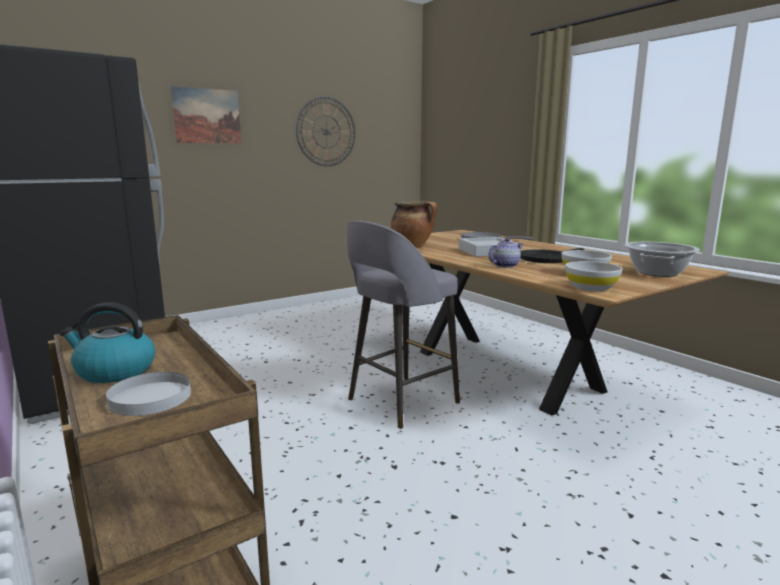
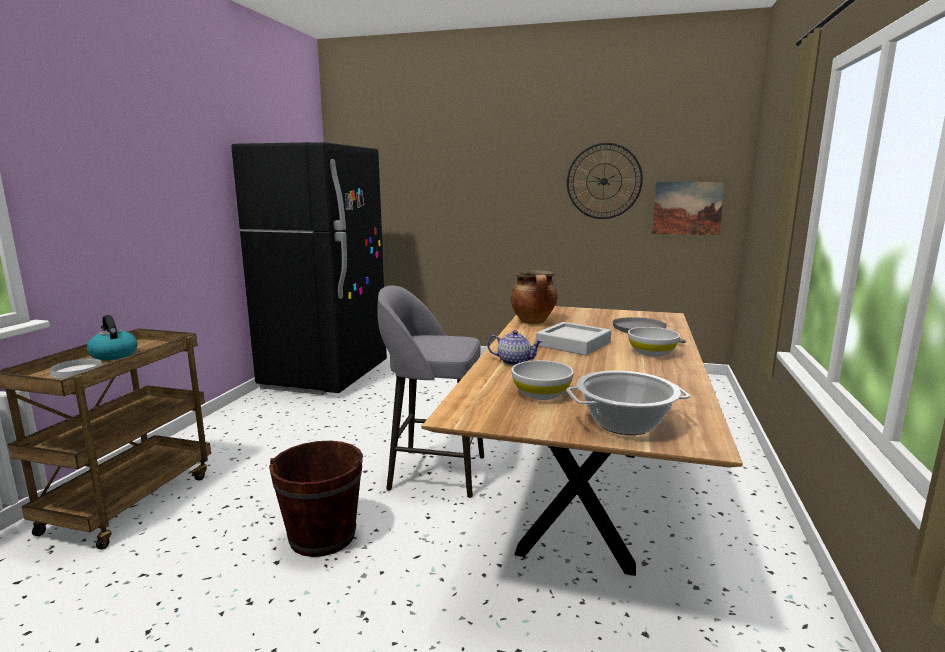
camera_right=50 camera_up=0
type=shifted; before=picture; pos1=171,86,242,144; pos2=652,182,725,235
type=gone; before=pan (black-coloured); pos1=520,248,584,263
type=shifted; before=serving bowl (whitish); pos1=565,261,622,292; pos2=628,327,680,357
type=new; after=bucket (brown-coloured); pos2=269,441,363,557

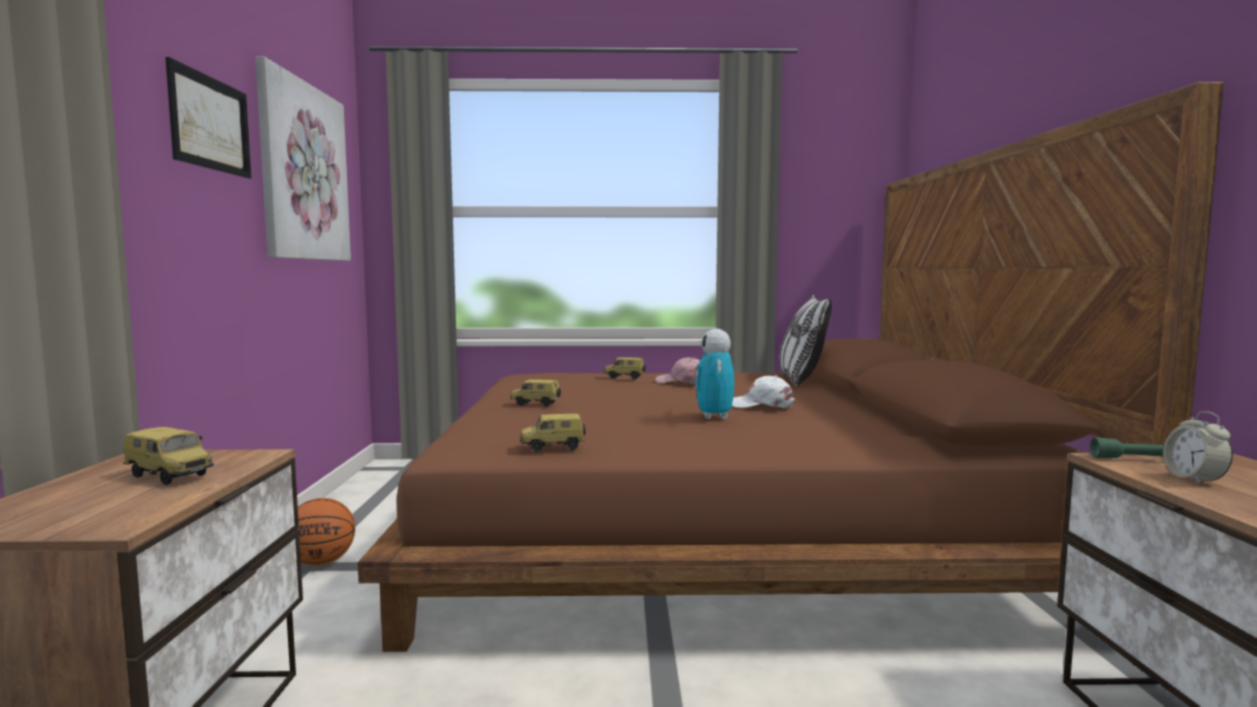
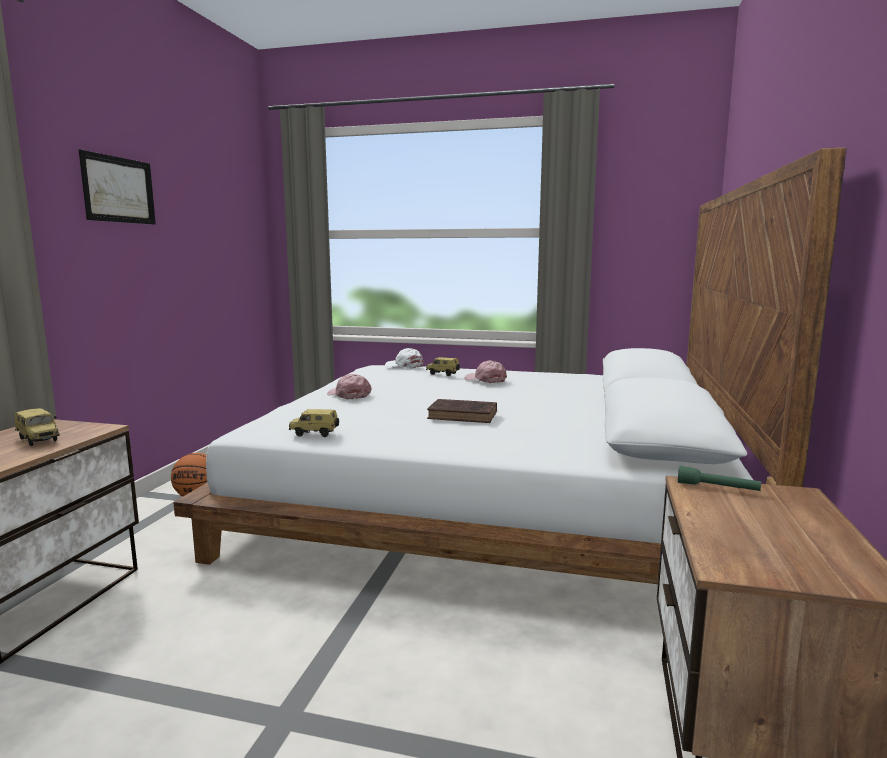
camera_right=15 camera_up=5
type=gone; before=picture; pos1=255,57,351,261
type=repainted; before=bed (brown-coloured); after=bed (whitish); pos1=358,82,1224,652; pos2=173,148,847,584
type=gone; before=pillow; pos1=780,295,831,386
type=swapped; before=robot figure; after=book (brown-coloured); pos1=695,329,734,419; pos2=427,399,497,423
type=shifted; before=cap (whitish); pos1=732,375,795,408; pos2=385,348,424,368
type=swapped; before=miniature car; after=cap (pinkish); pos1=510,379,561,407; pos2=327,374,372,399
type=gone; before=alarm clock; pos1=1163,411,1233,485

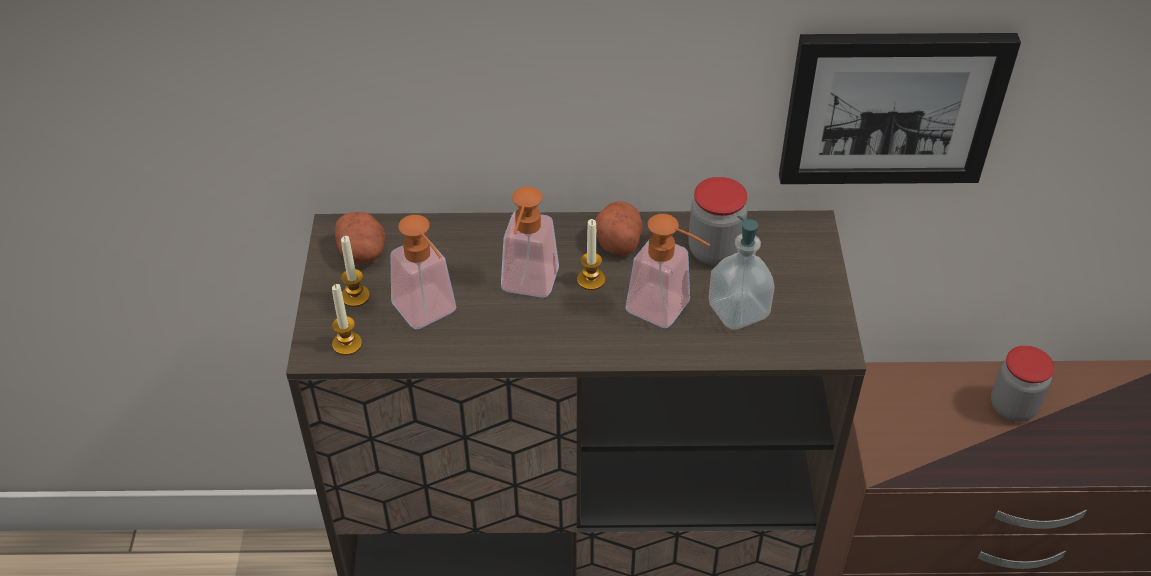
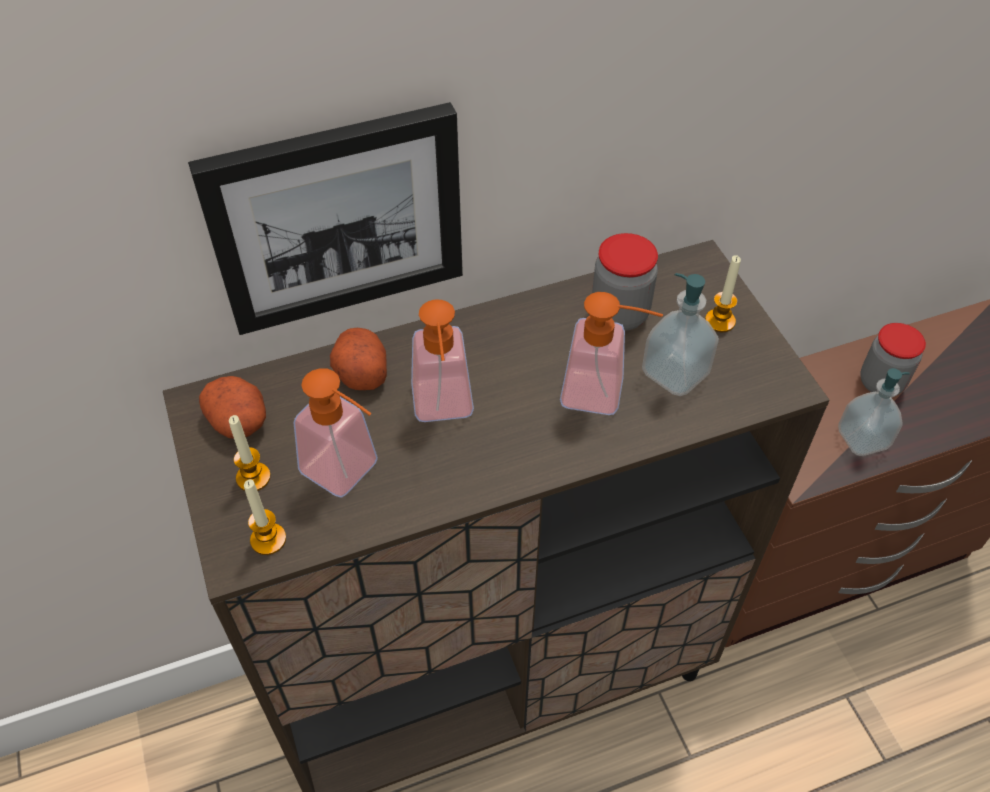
camera_right=-20 camera_up=5
type=shifted; before=picture; pos1=779,33,1021,184; pos2=188,102,463,335
type=shifted; before=whole potato; pos1=595,201,643,256; pos2=330,328,387,390
type=shifted; before=candle; pos1=577,219,605,290; pos2=705,255,741,332
type=new; after=soap bottle; pos2=838,368,910,456

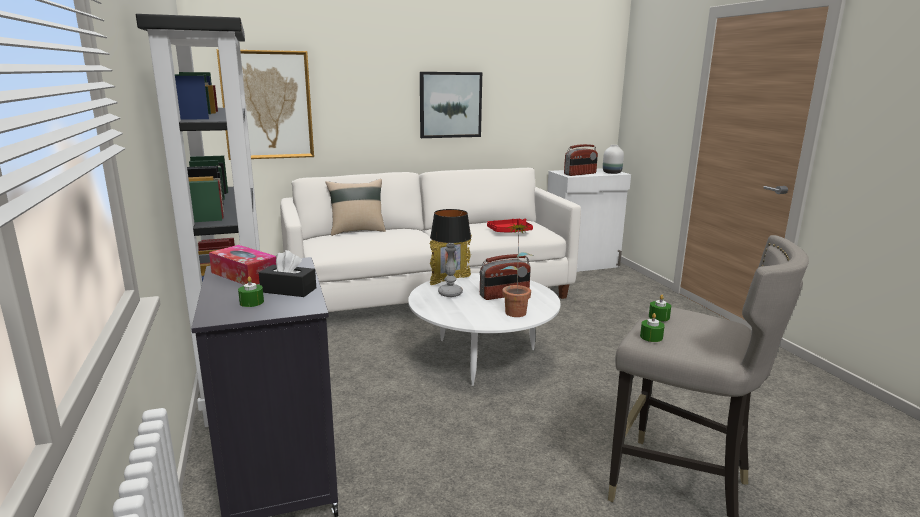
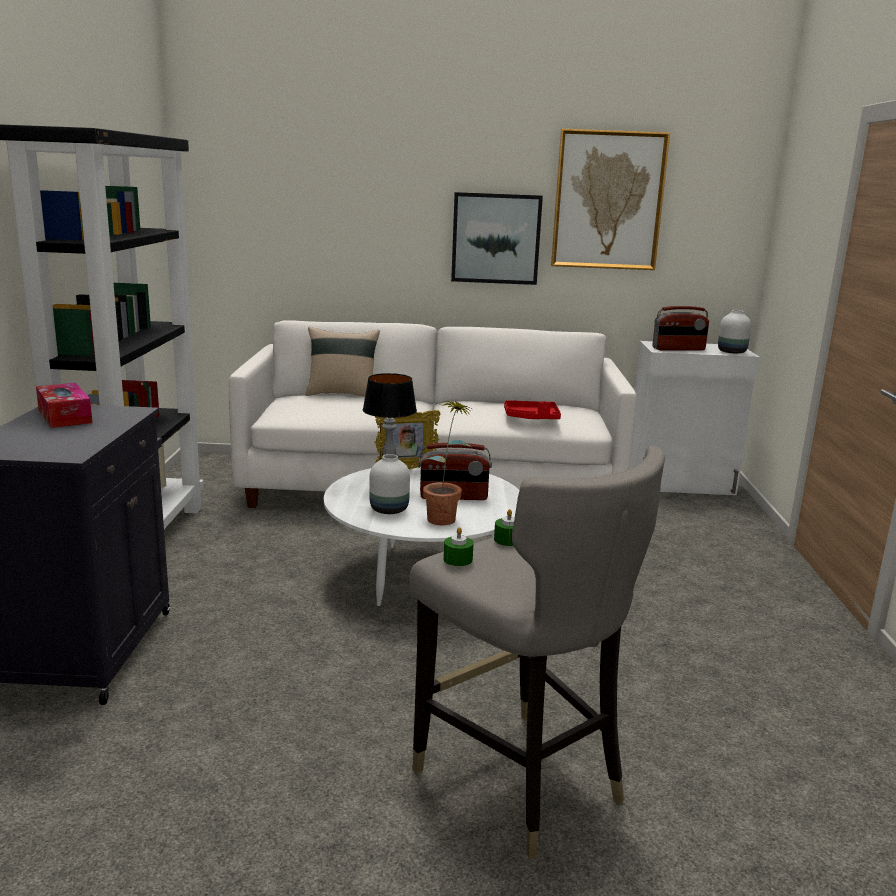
camera_right=20 camera_up=0
type=shifted; before=picture; pos1=217,49,314,160; pos2=551,129,670,270
type=gone; before=box of tissues (black-coloured); pos1=259,250,316,297
type=gone; before=candle (green); pos1=238,276,264,307
type=new; after=flower vase (whitish); pos2=369,454,410,514

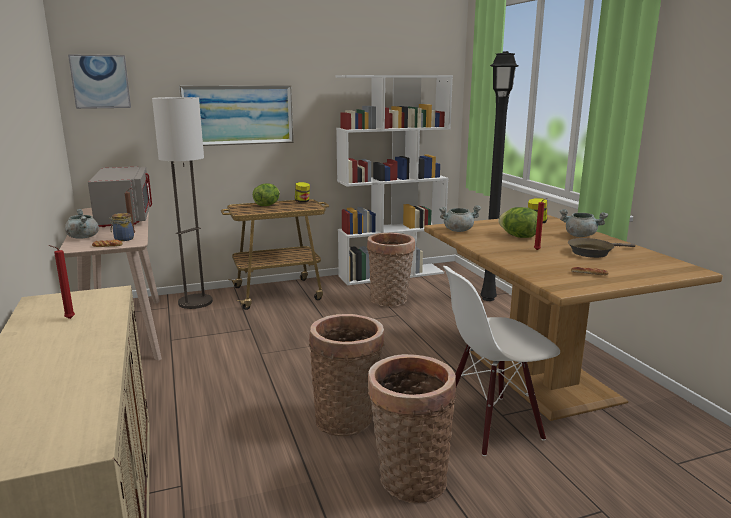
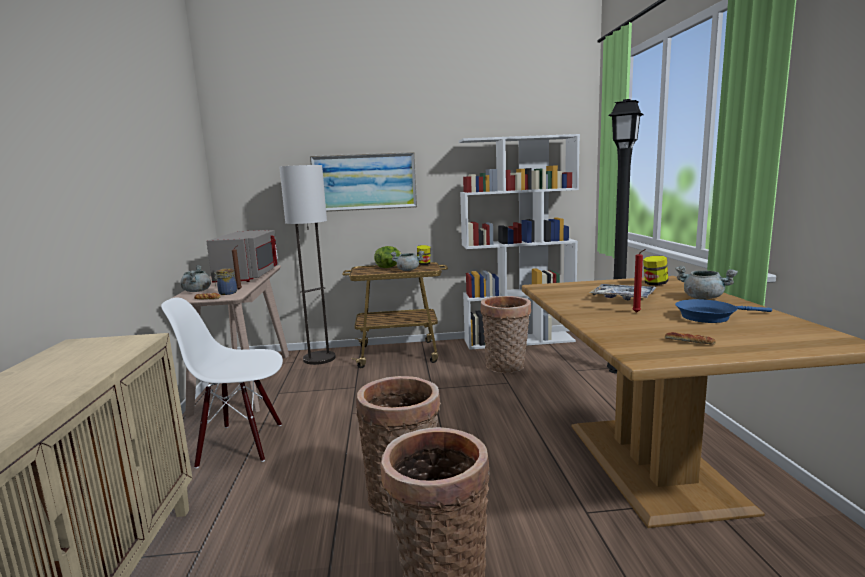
camera_right=15 camera_up=-5
type=gone; before=picture; pos1=68,54,131,109
type=shifted; before=cooking pot (grey); pos1=439,205,482,232; pos2=390,251,424,271
type=swapped; before=lettuce; after=tray; pos1=498,207,538,238; pos2=589,284,657,301
type=repainted; before=pan (brown-coloured); after=pan (blue); pos1=568,238,636,258; pos2=675,299,772,323
type=gone; before=candle (red); pos1=48,245,75,319
type=shifted; before=upright chair (whitish); pos1=443,266,560,456; pos2=161,298,283,469

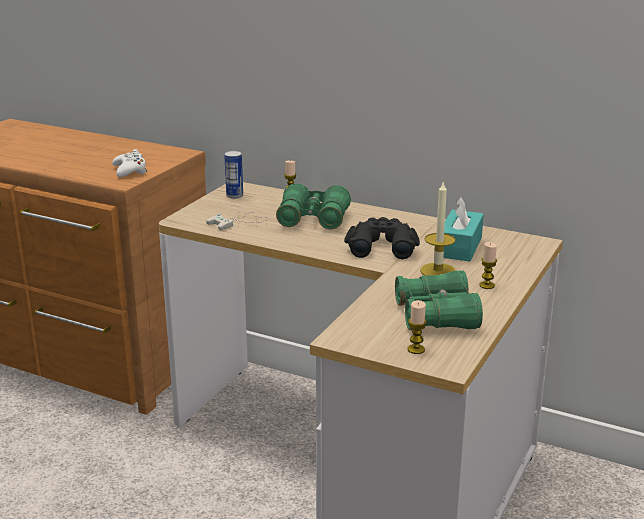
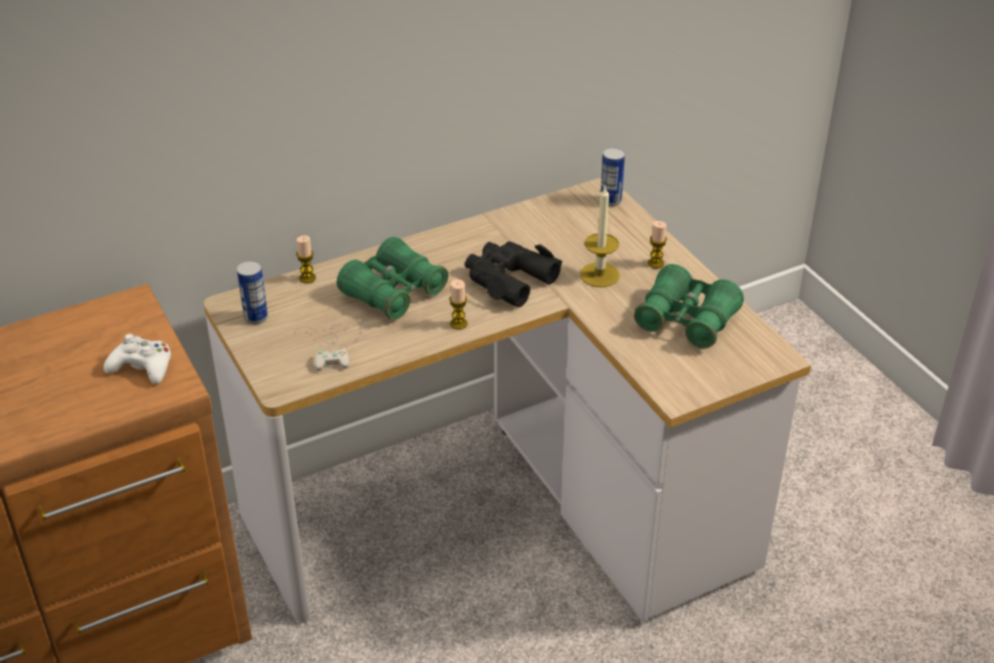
camera_right=-55 camera_up=15
type=gone; before=box of tissues (turquoise); pos1=443,197,484,261
type=shifted; before=candle; pos1=407,300,427,354; pos2=449,279,467,330
type=new; after=can; pos2=601,148,625,206

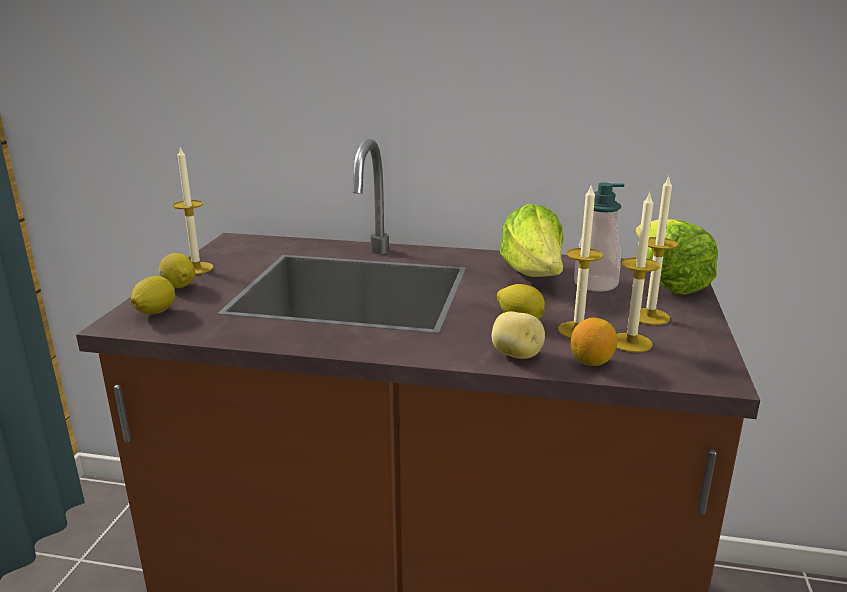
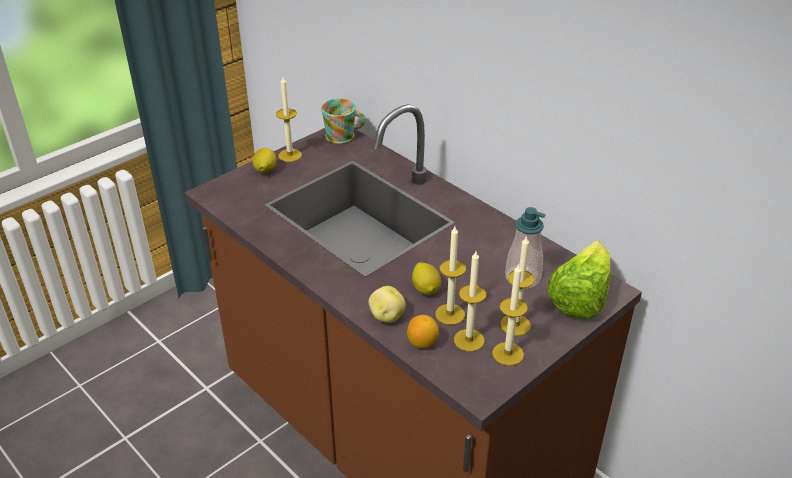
camera_right=35 camera_up=15
type=gone; before=lettuce; pos1=500,204,564,277
type=gone; before=lemon; pos1=131,276,175,314
type=new; after=mug; pos2=321,99,365,144
type=new; after=candle; pos2=492,264,528,366

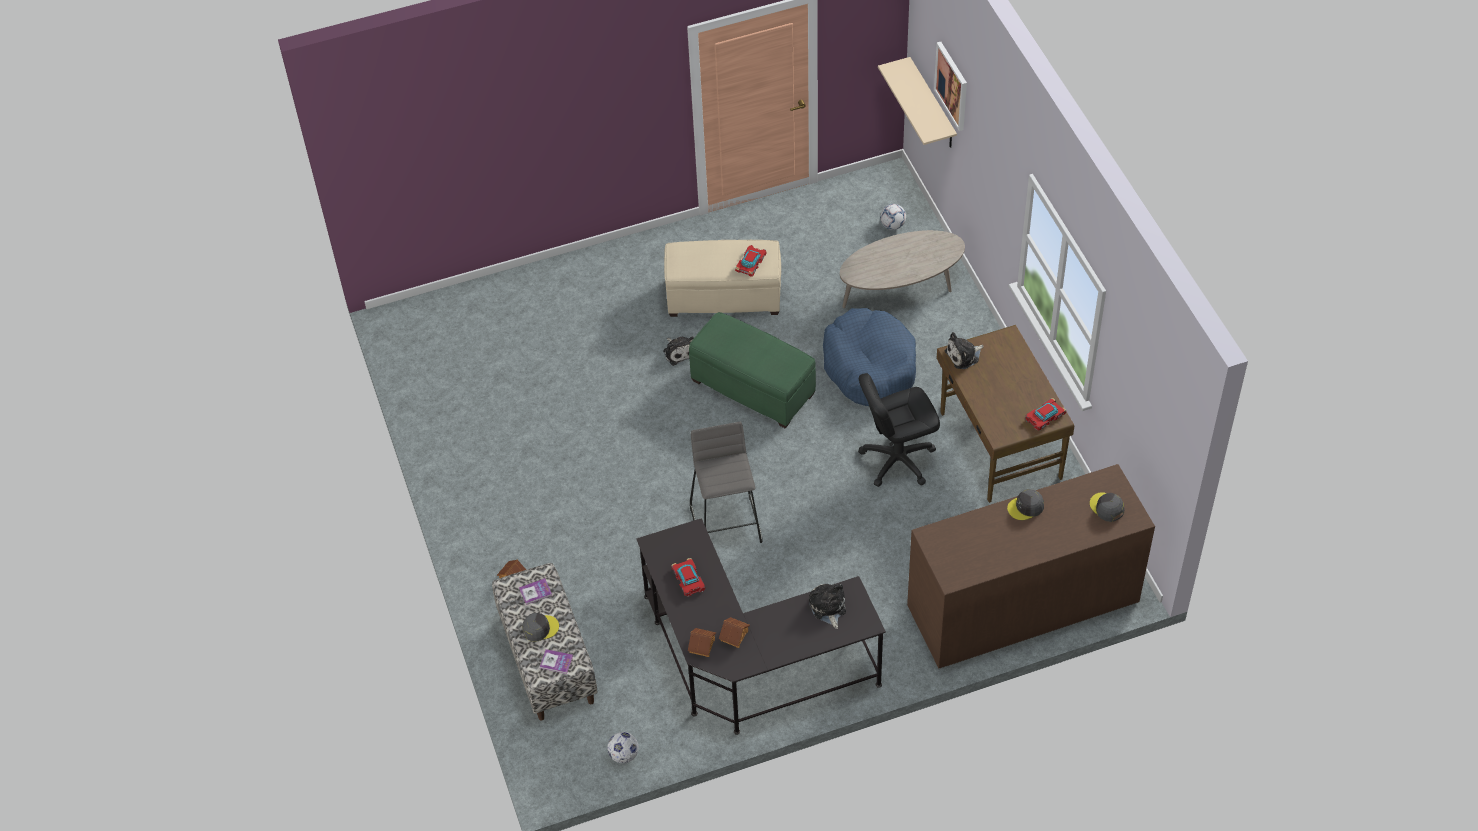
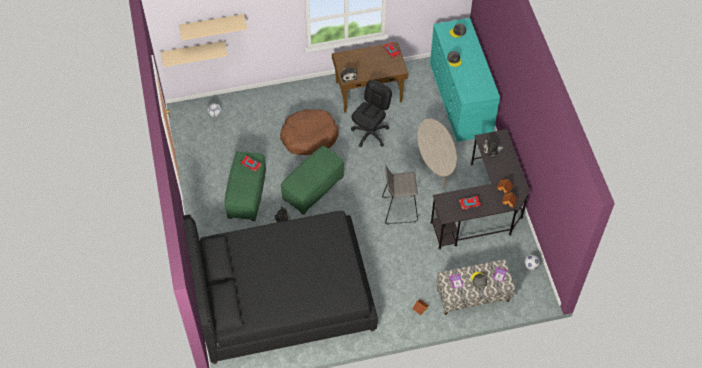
camera_right=-85 camera_up=5
type=swapped; before=picture; after=shelf (beige-coloured); pos1=934,42,967,131; pos2=179,14,247,40
type=shifted; before=lounge table (beige-coloured); pos1=840,230,965,308; pos2=417,119,457,189
type=repainted; before=pouffe (beige-coloured); after=pouffe (green); pos1=664,240,781,317; pos2=224,151,266,221
type=repainted; before=dog cushion (blue); after=dog cushion (brown-coloured); pos1=823,308,916,406; pos2=280,109,339,155
type=rotated; before=computer chair (black-coloured); pos1=858,373,940,487; pos2=351,80,392,147; turn=-135
type=repainted; before=drawer chest (brown-coloured); after=drawer chest (turquoise); pos1=907,464,1155,668; pos2=430,18,500,142
type=new; after=bed (black-coloured); pos2=183,211,378,364

